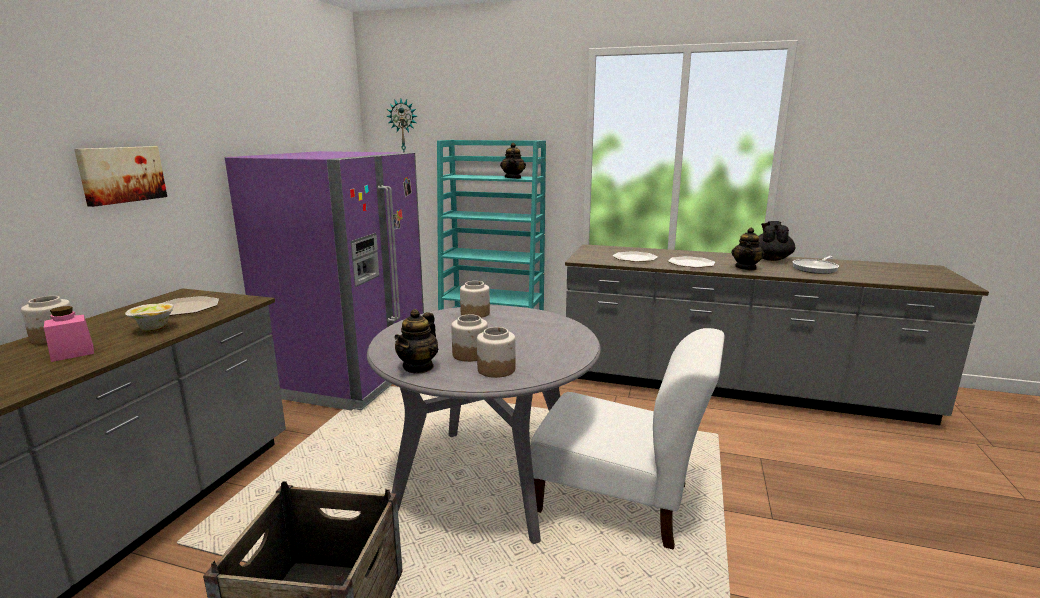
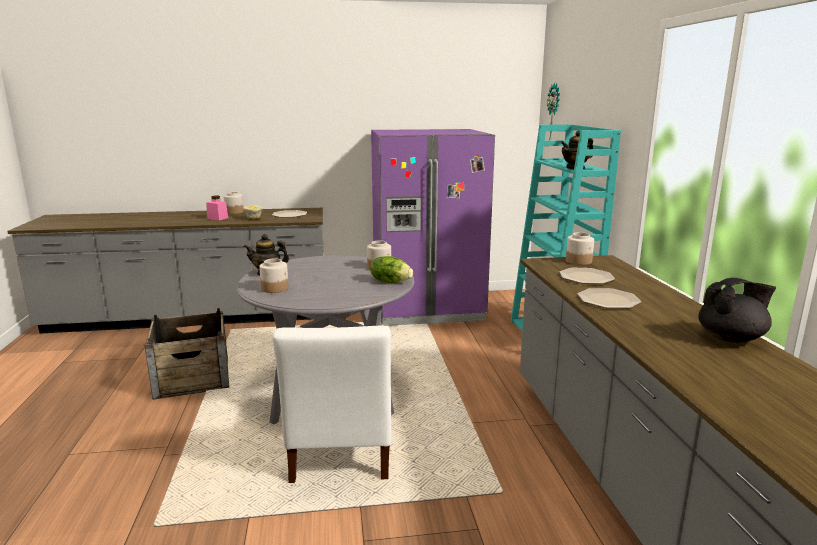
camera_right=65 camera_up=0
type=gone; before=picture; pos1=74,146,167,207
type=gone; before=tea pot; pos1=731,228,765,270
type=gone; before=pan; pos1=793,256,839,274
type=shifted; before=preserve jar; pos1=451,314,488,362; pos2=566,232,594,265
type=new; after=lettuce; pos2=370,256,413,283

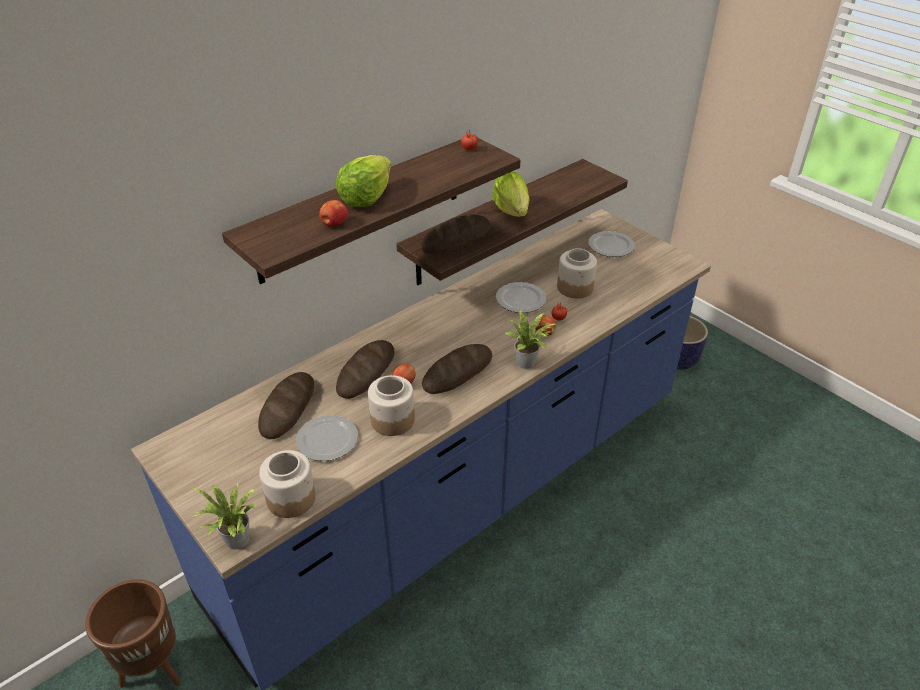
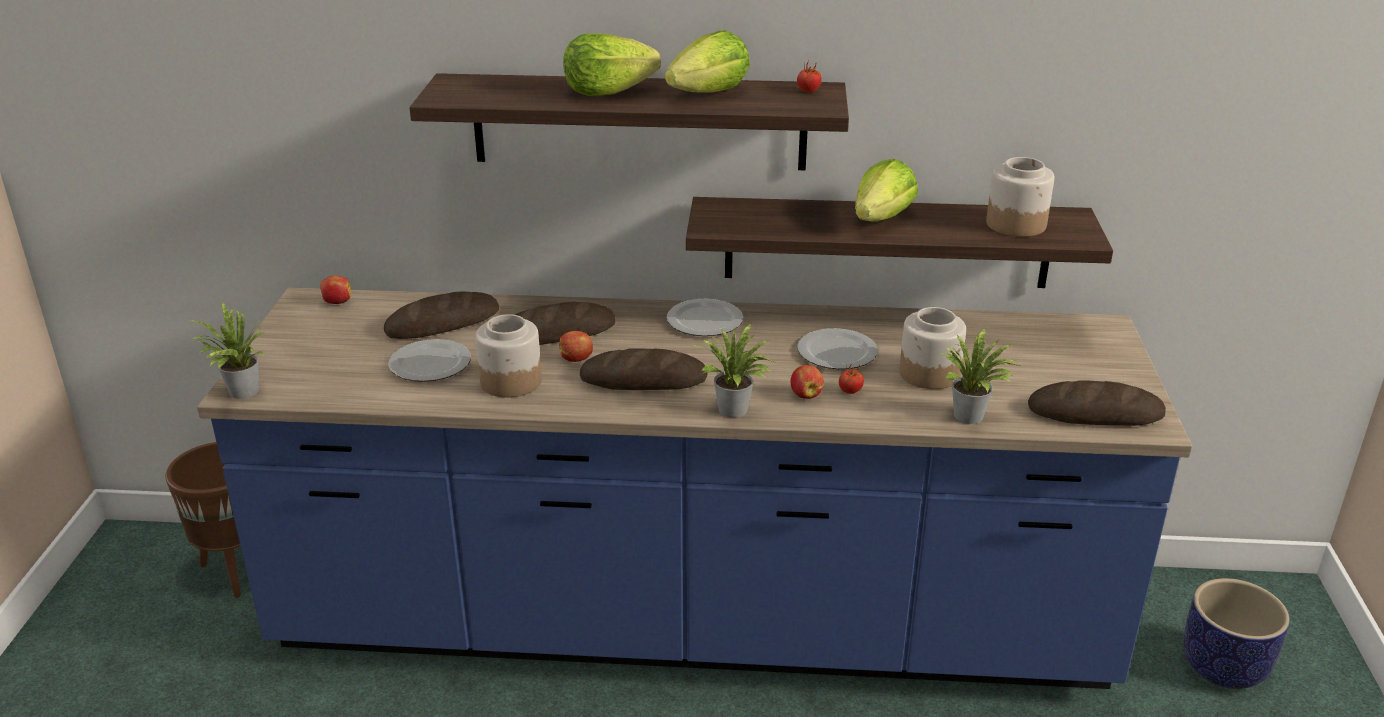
camera_right=45 camera_up=-10
type=shifted; before=apple; pos1=319,200,348,226; pos2=320,275,351,304
type=shifted; before=baked bread; pos1=420,215,490,254; pos2=1028,380,1166,426
type=shifted; before=dinner plate; pos1=588,231,635,257; pos2=667,299,743,336
type=shifted; before=preserve jar; pos1=259,450,316,518; pos2=986,157,1054,237
type=new; after=lettuce; pos2=665,30,750,93
type=new; after=plant in a pot; pos2=939,328,1020,424

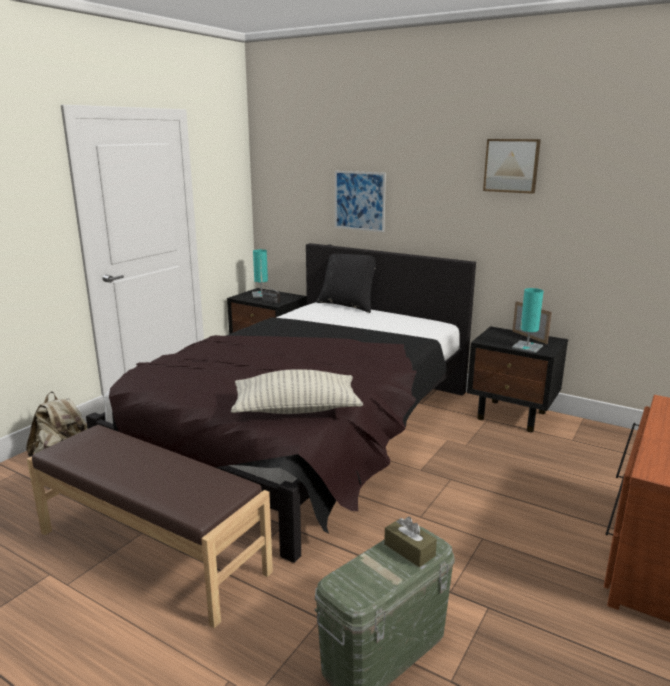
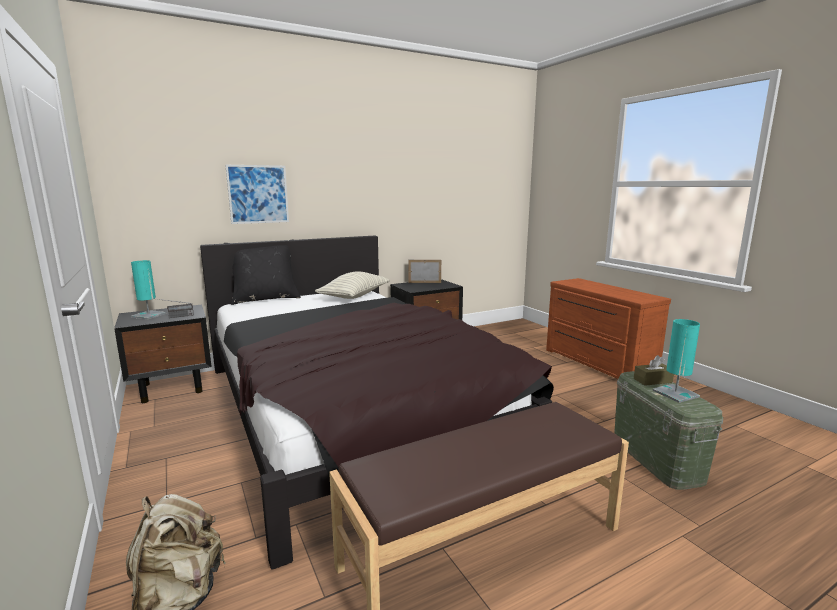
camera_right=-60 camera_up=-5
type=gone; before=picture; pos1=483,139,541,194
type=shifted; before=lamp for a table (turquoise); pos1=512,288,544,353; pos2=652,319,700,403
type=shifted; before=pillow; pos1=231,369,363,414; pos2=315,271,390,299

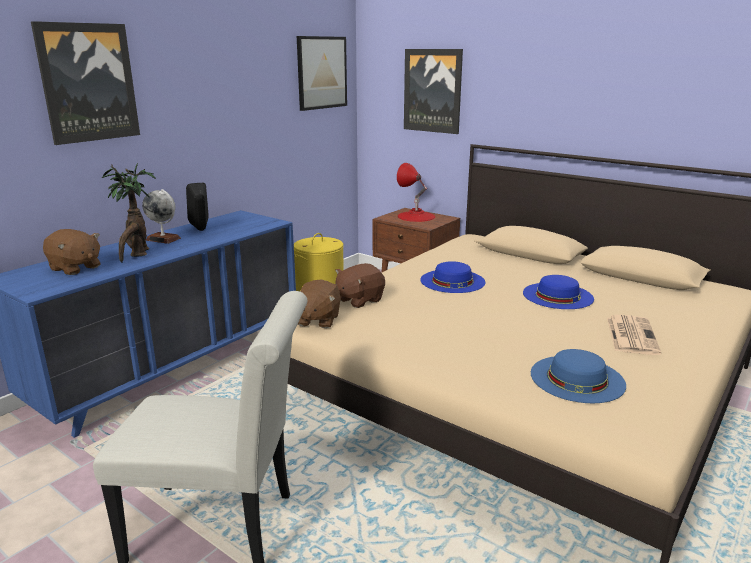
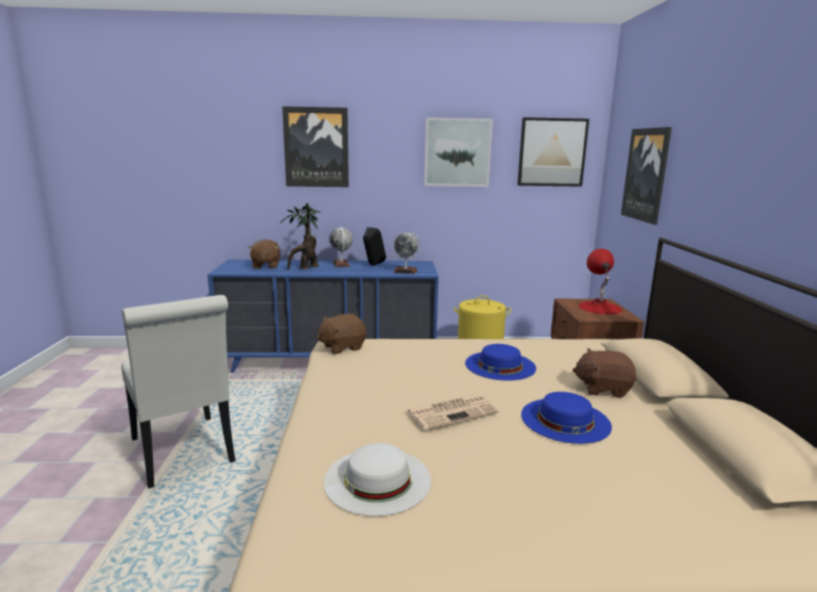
camera_right=50 camera_up=-5
type=shifted; before=plush toy (brown-coloured); pos1=335,263,385,308; pos2=573,348,636,398
type=shifted; before=daily paper; pos1=607,315,661,355; pos2=407,394,499,430
type=repainted; before=clothing hat (blue); after=clothing hat (whitish); pos1=531,349,626,403; pos2=324,443,431,516
type=new; after=picture; pos2=424,117,493,187
type=new; after=world globe; pos2=393,232,420,274

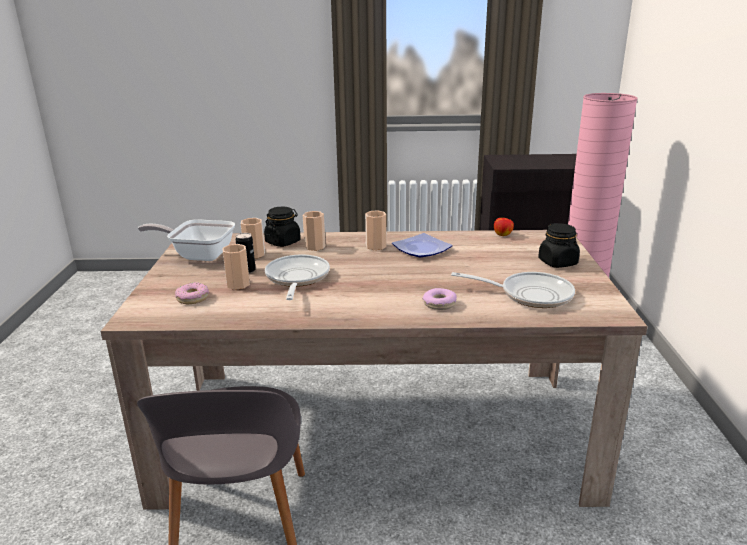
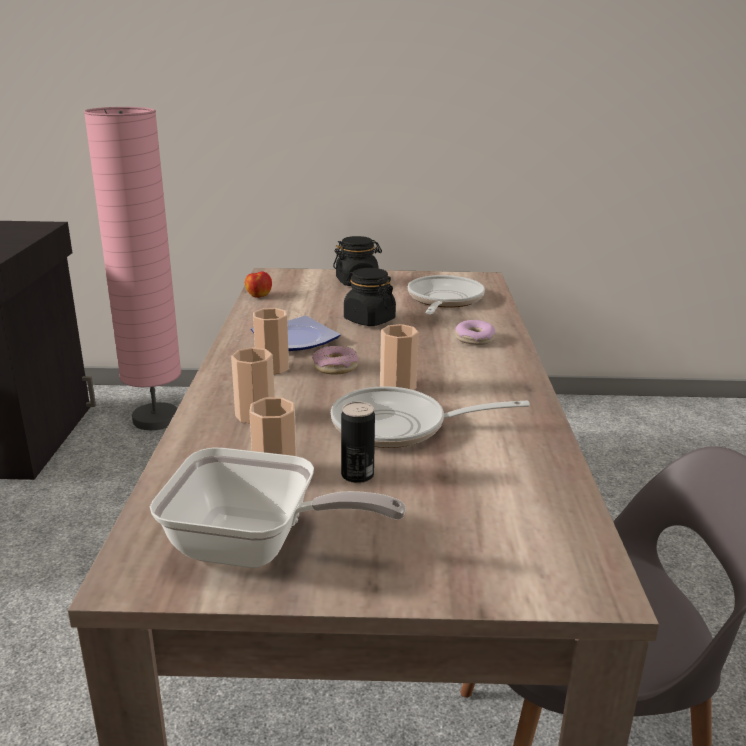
camera_right=-90 camera_up=0
type=shifted; before=preserve jar (black-coloured); pos1=264,207,301,247; pos2=344,268,396,326
type=rotated; before=pan; pos1=138,219,235,261; pos2=150,447,406,568; turn=-90
type=shifted; before=cup; pos1=222,244,250,290; pos2=380,324,419,390
type=shifted; before=ring doughnut; pos1=175,282,209,304; pos2=312,346,358,374

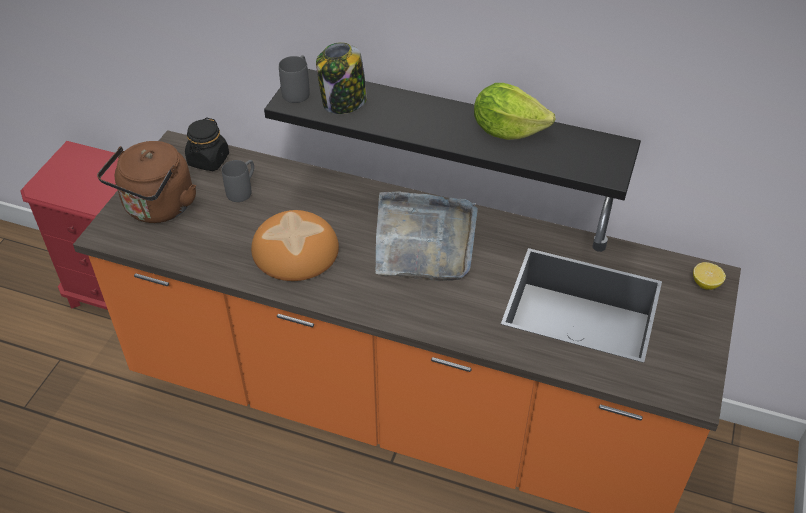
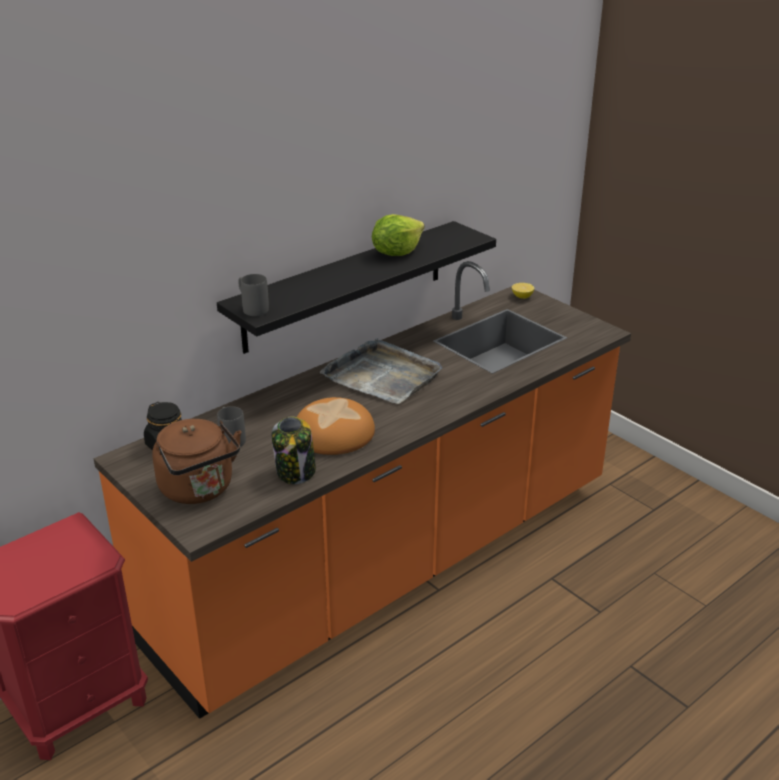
camera_right=-60 camera_up=-15
type=shifted; before=preserve jar; pos1=316,42,367,114; pos2=272,416,316,484

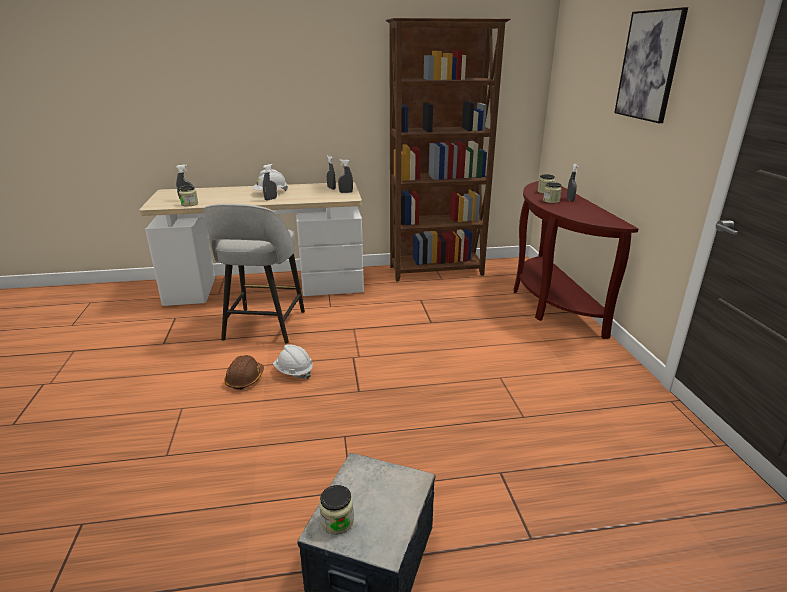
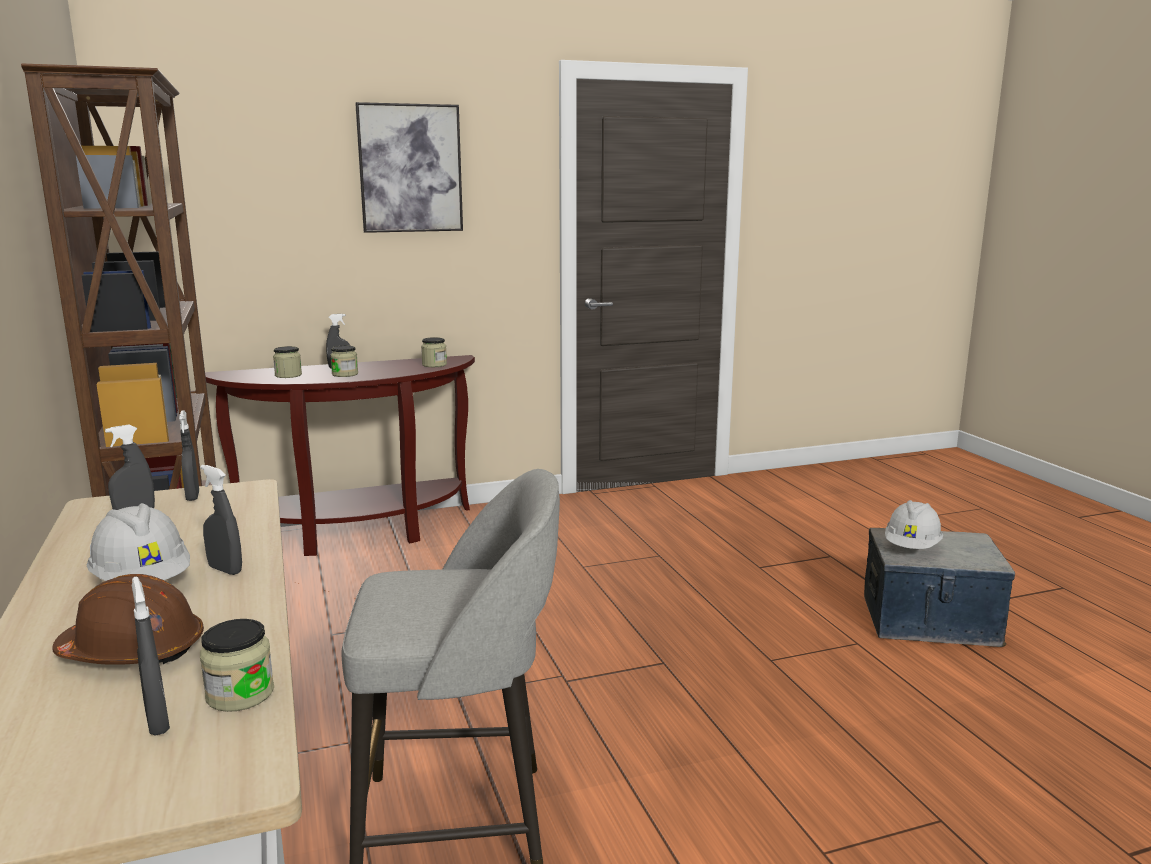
camera_right=-100 camera_up=-10
type=shifted; before=work helmet (whitish); pos1=273,344,313,379; pos2=885,500,943,549
type=shifted; before=work helmet (brown-coloured); pos1=224,355,264,390; pos2=52,574,204,665
type=shifted; before=preserve jar; pos1=319,485,354,535; pos2=421,337,447,367

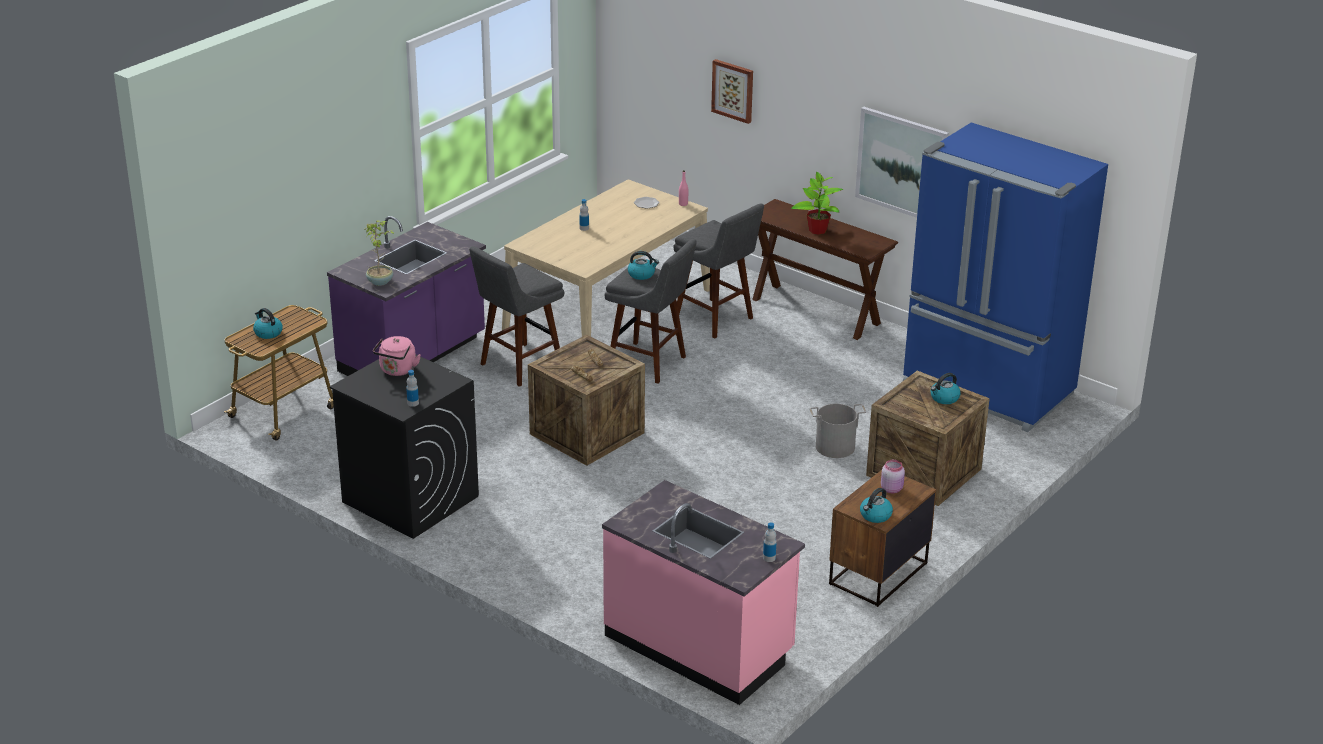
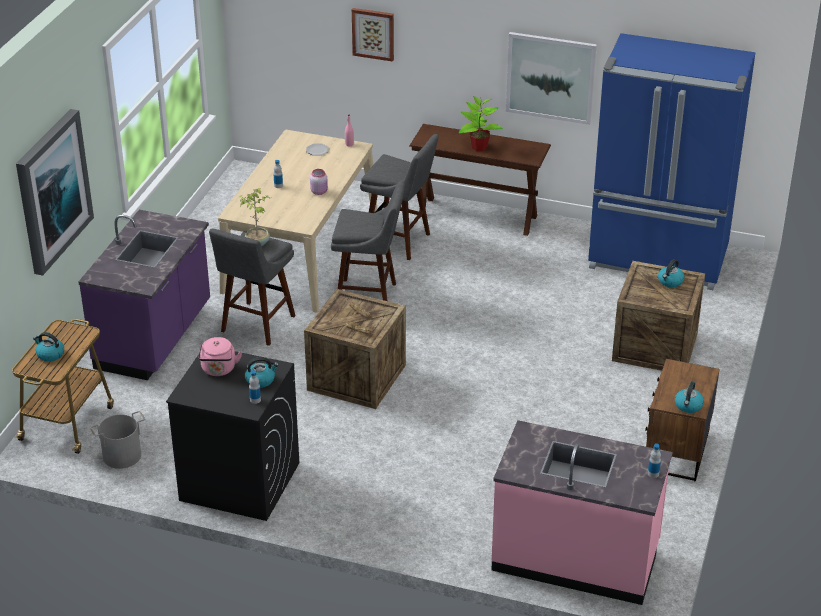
camera_right=-20 camera_up=5
type=shifted; before=plant in a pot; pos1=365,220,394,286; pos2=240,188,270,246
type=shifted; before=kettle; pos1=628,251,659,280; pos2=245,357,279,388
type=shifted; before=bucket (grey); pos1=810,404,866,458; pos2=90,411,145,469
type=shifted; before=preserve jar (pinkish); pos1=881,460,905,493; pos2=310,169,328,195
type=new; after=picture; pos2=16,109,94,276

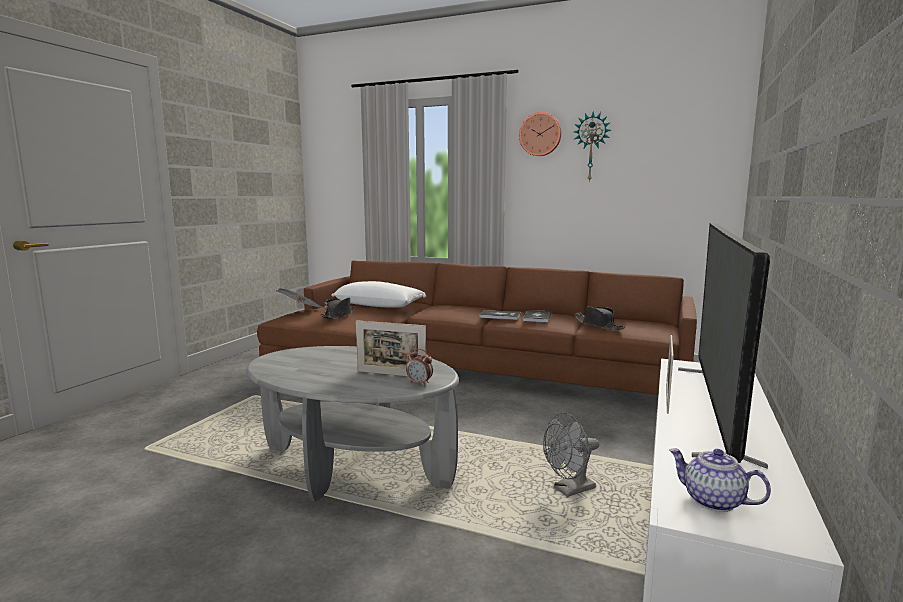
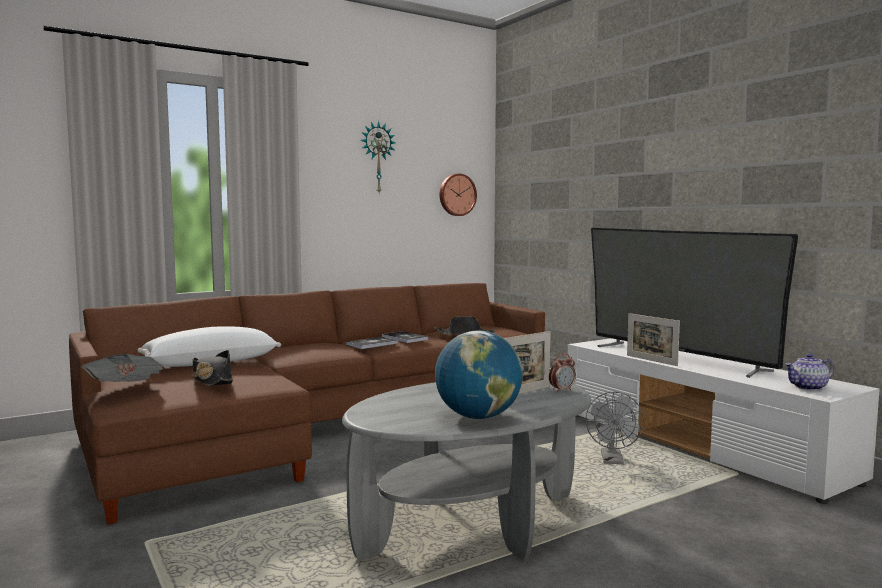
camera_right=-55 camera_up=-5
type=shifted; before=clock on the wall; pos1=519,112,561,156; pos2=440,174,477,216
type=new; after=world globe; pos2=435,330,523,419

